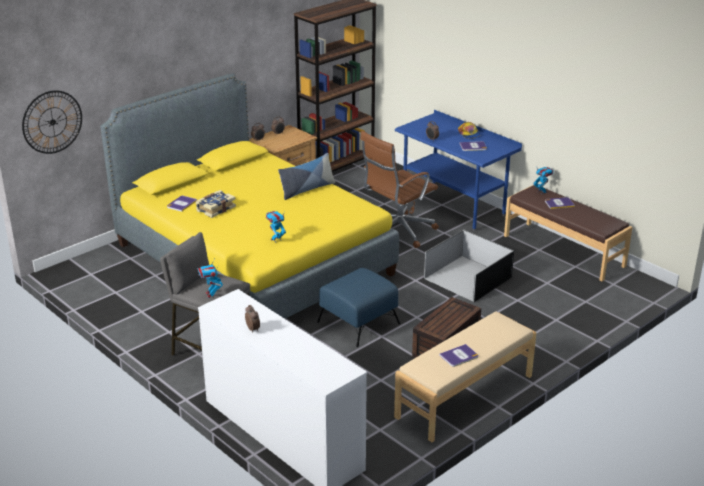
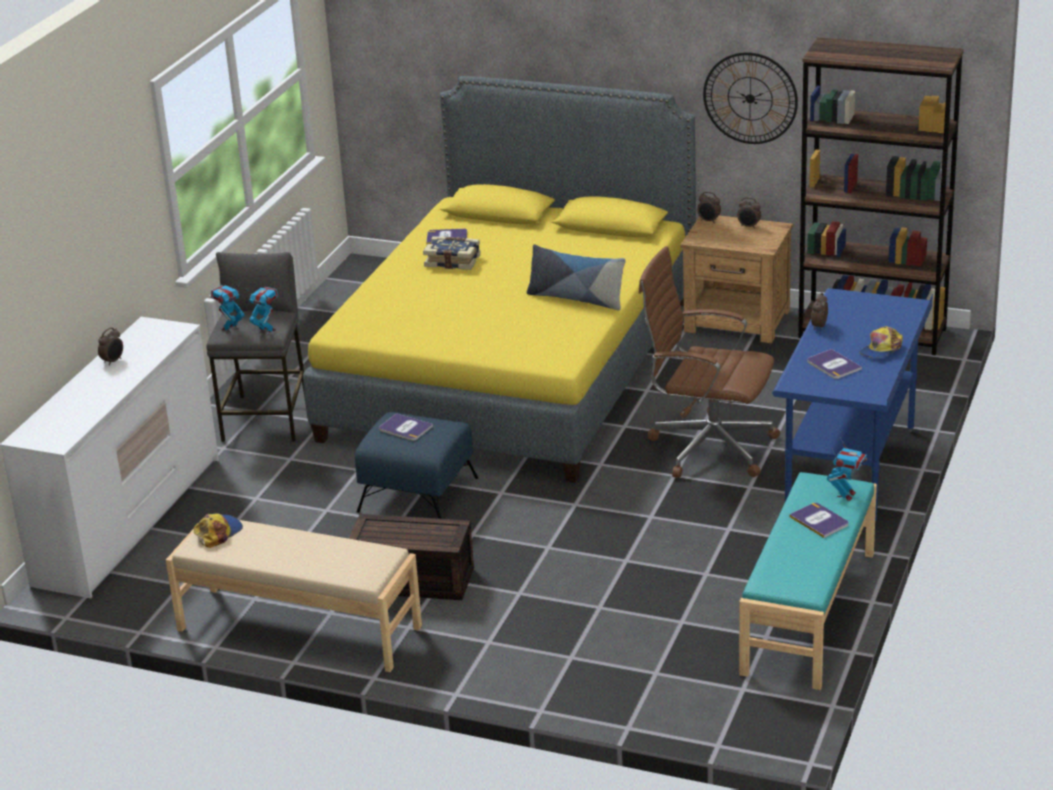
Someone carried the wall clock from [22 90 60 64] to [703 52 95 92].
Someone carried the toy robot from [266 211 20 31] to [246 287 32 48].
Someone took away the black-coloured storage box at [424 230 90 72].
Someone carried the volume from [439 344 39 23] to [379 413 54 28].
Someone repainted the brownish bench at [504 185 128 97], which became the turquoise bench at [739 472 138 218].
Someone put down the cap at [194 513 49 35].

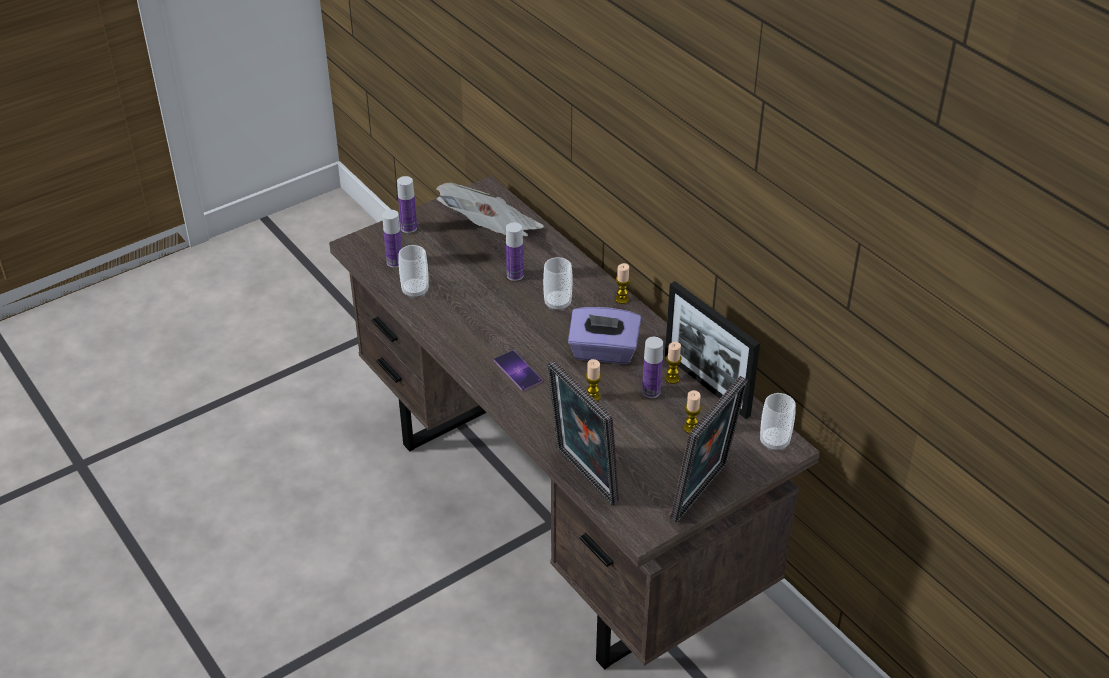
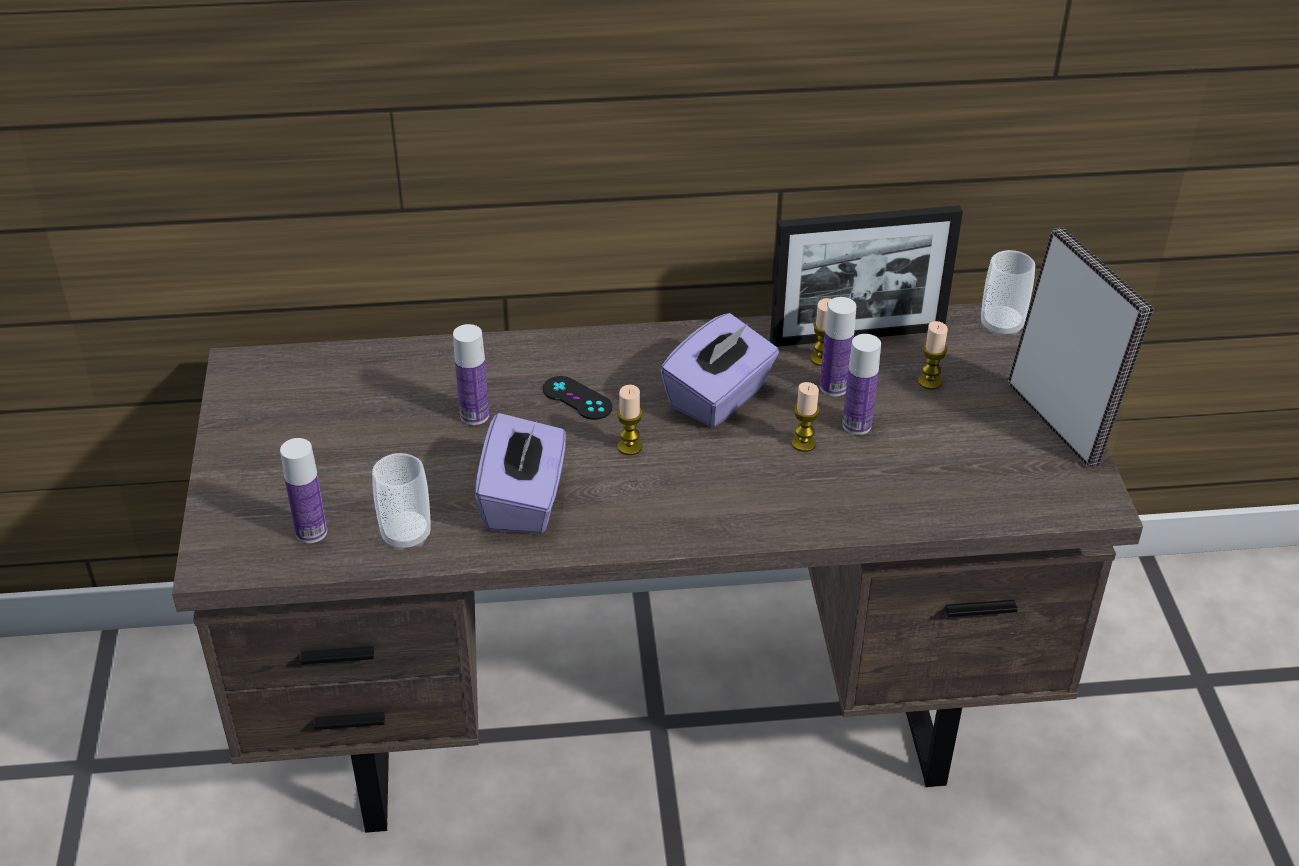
Someone carried the drink bottle from [397 176 20 57] to [842 334 39 101].
Someone took away the daily paper at [436 183 108 53].
Someone took away the handset at [494 350 49 41].
Someone swapped the drinking cup at [543 257 30 54] for the black-coloured game controller at [543 376 70 44].
Someone took away the photo frame at [547 361 72 144].
Someone carried the wax candle from [615 263 15 41] to [617 385 25 70].
Someone put down the purple-coloured tissue holder at [475 413 91 121].

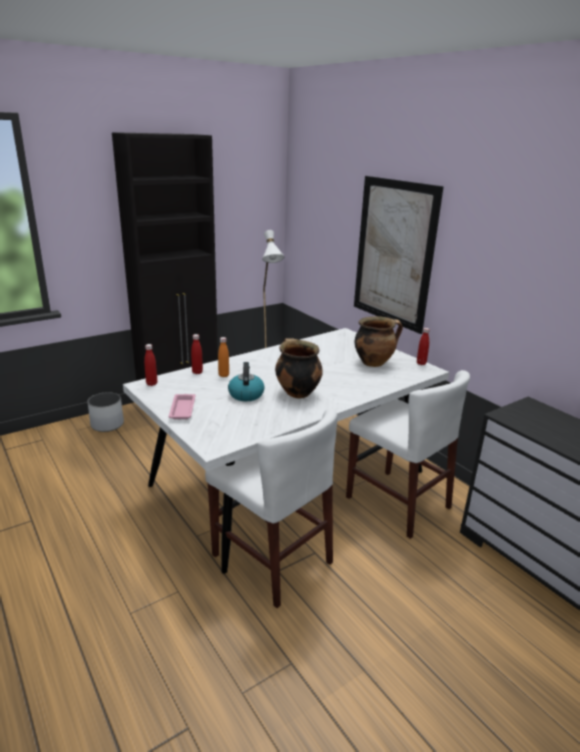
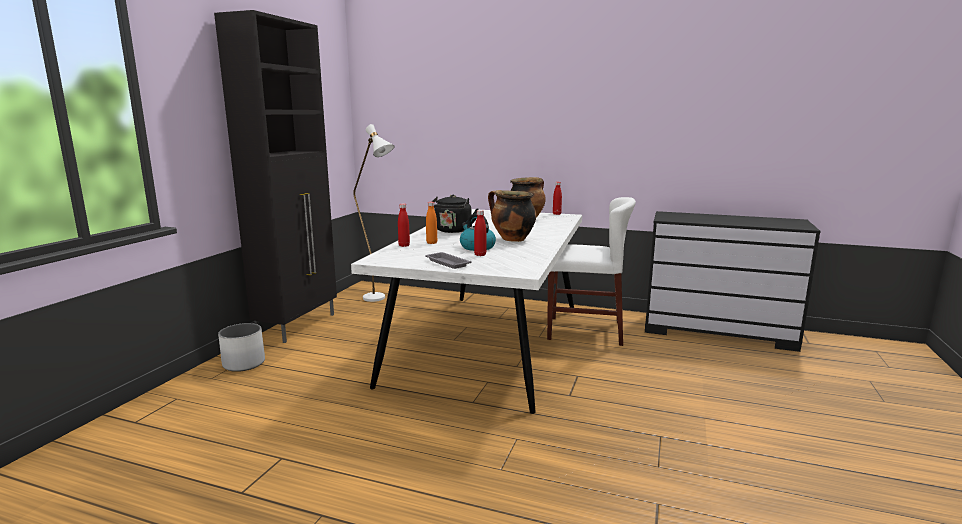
Someone carried the red-coloured drink bottle from [144 344 13 42] to [474 210 12 46].
Someone repainted the pink tray at [169 394 27 25], which became the greyish tray at [425 252 47 17].
Someone took away the white plain chair at [205 408 133 200].
Someone took away the wall picture at [354 176 90 158].
Someone put down the black-coloured water kettle at [432 195 47 38].

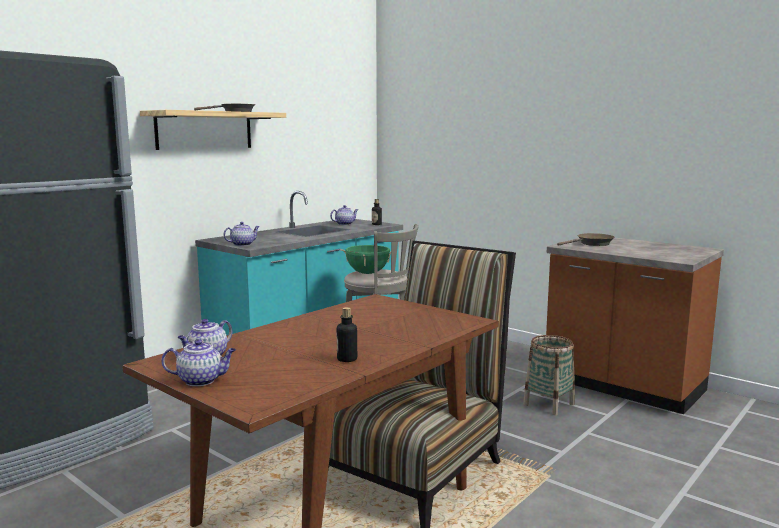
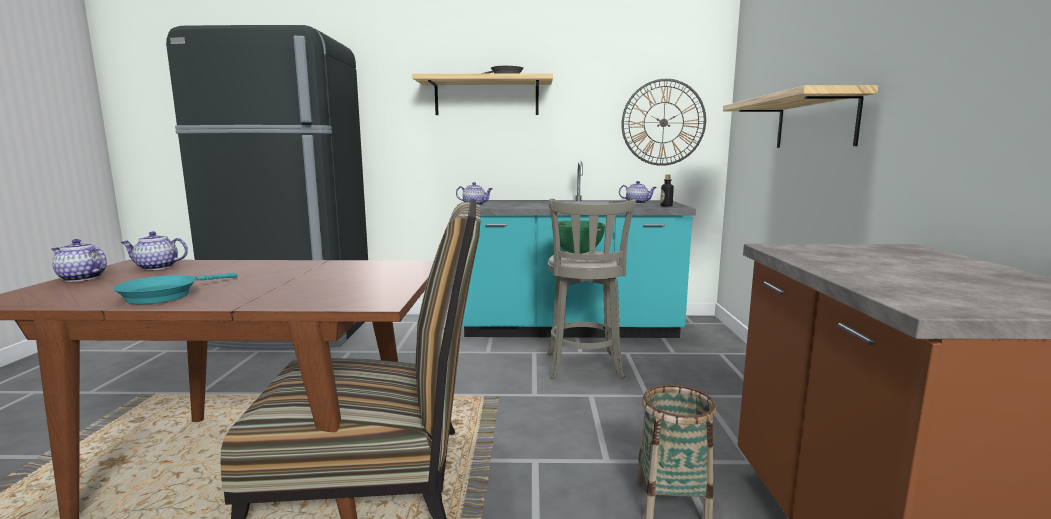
Someone rotated the teapot at [161 339 75 47] by 150 degrees clockwise.
Someone swapped the drink bottle at [337 307 20 55] for the turquoise skillet at [112 273 125 31].
Someone took away the brownish skillet at [557 233 58 13].
Someone put up the wall clock at [621 79 85 87].
Someone put up the bracket shelf at [723 85 155 63].

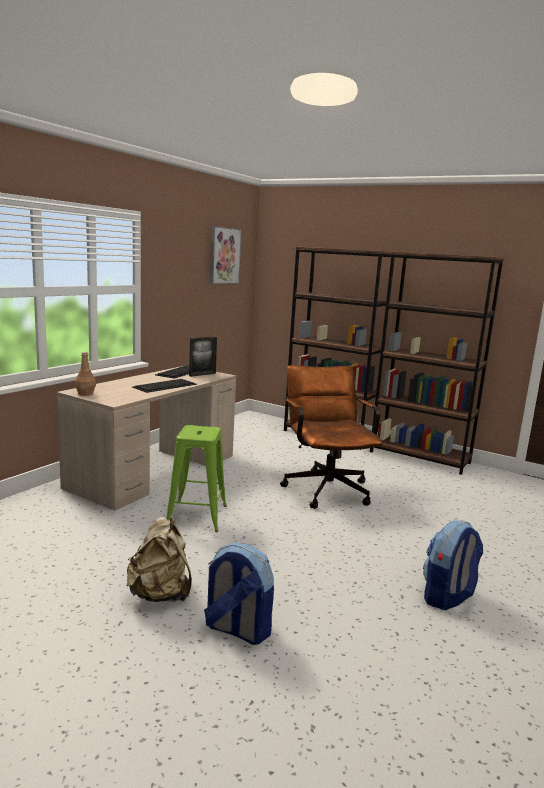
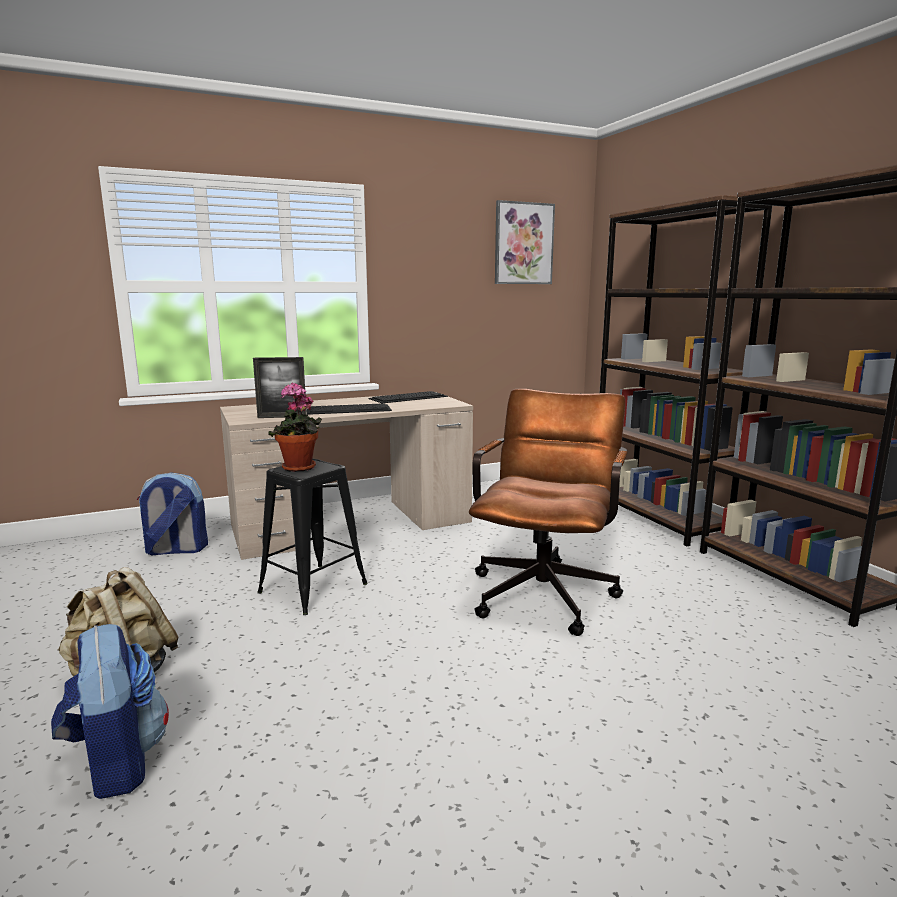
Someone took away the brownish drink bottle at [75 352 21 44].
Someone repainted the greenish sitting stool at [166 425 61 107], which became the black-coloured sitting stool at [257 459 111 156].
Someone carried the photo frame from [189 337 28 40] to [253 357 54 61].
Someone carried the rucksack from [423 520 60 90] to [137 472 71 83].
Someone put down the houseplant at [268 382 54 90].

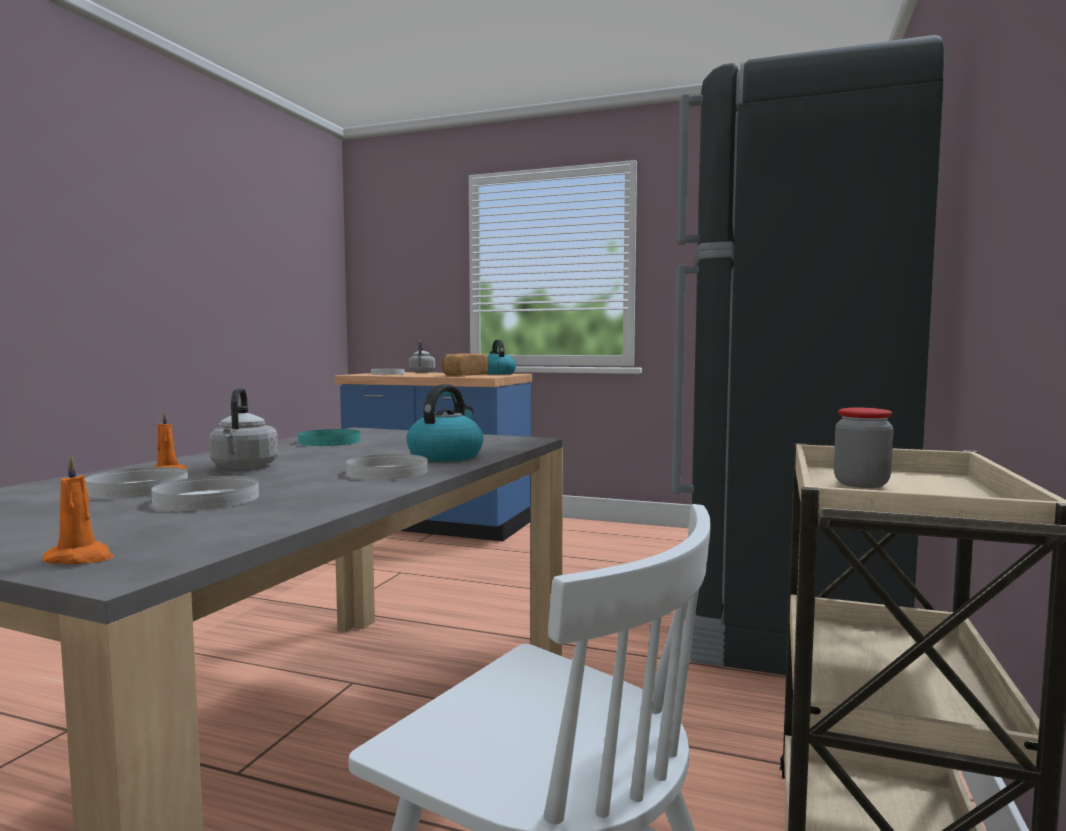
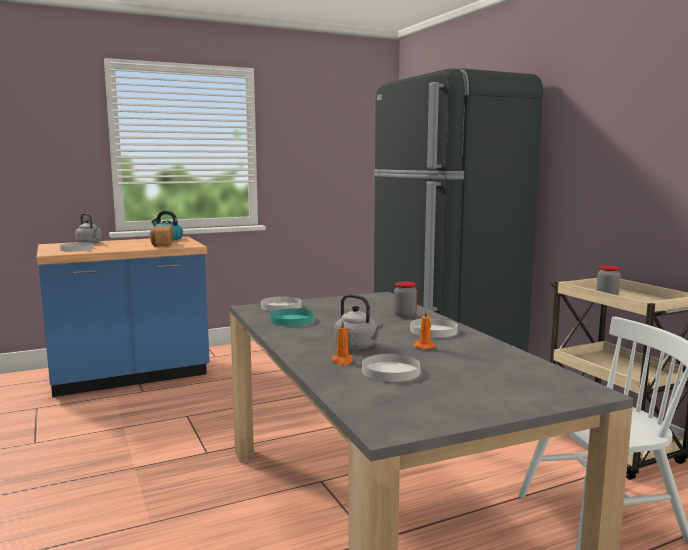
Someone carried the orange-coloured wax candle from [42 455 72 109] to [414 309 22 41].
Someone carried the white plate from [151 476 108 35] to [261 296 40 16].
Someone swapped the water kettle at [407 384 76 78] for the preserve jar at [394 282 23 36].

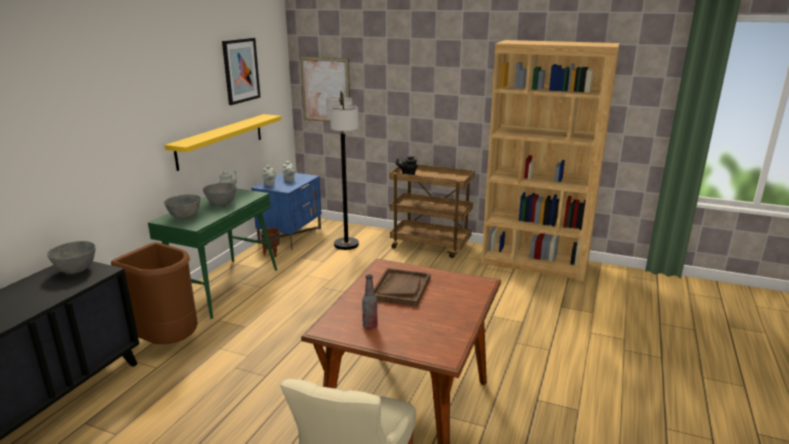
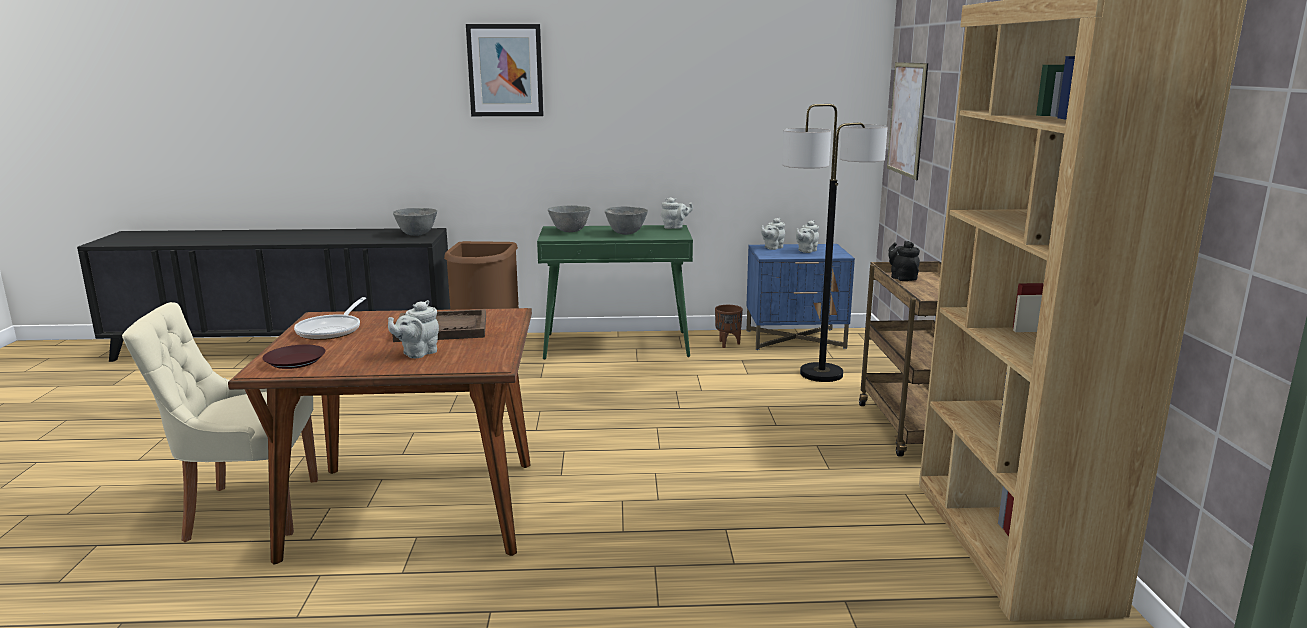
Someone took away the yellow bracket shelf at [165 114 117 57].
Someone carried the wall picture from [222 38 38 67] to [466 24 78 92].
Someone swapped the drink bottle at [362 274 16 55] for the skillet at [294 297 72 43].
Someone put down the brownish plate at [262 345 64 24].
Someone put down the greyish teapot at [388 300 51 58].

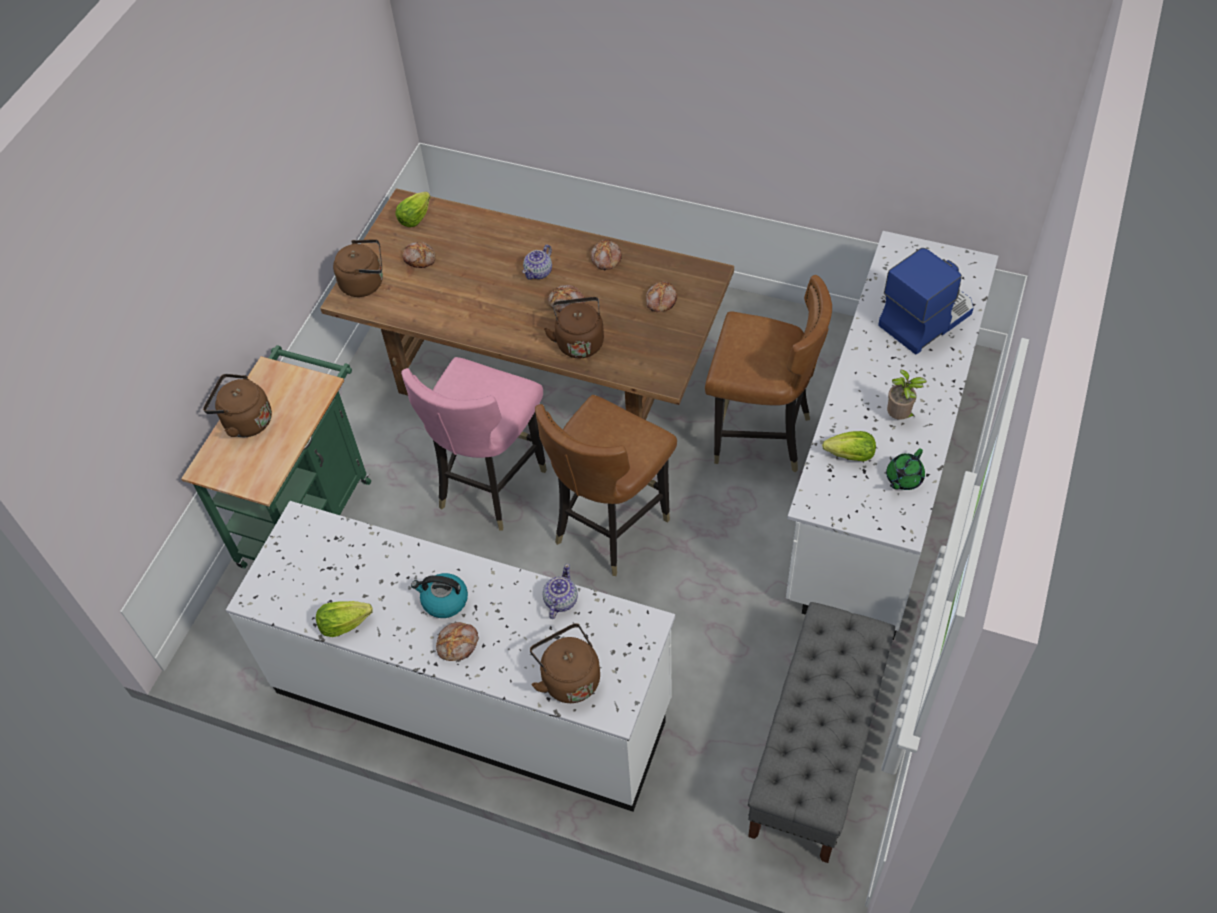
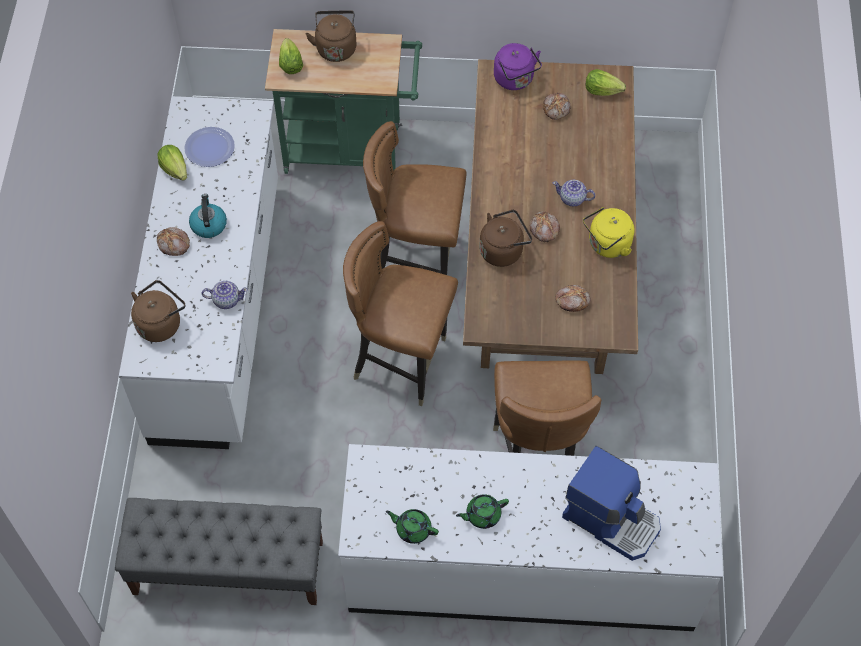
Someone repainted the brownish water kettle at [333 239 50 58], which became the purple-coloured water kettle at [494 43 48 47].
Someone repainted the pink plain chair at [401 357 146 174], which became the brownish plain chair at [363 121 103 154].
Someone swapped the bread at [591 239 31 32] for the yellow water kettle at [583 207 52 51].
Someone carried the head of lettuce from [822 431 54 30] to [279 38 24 36].
Someone swapped the houseplant at [887 369 40 51] for the greenish teapot at [456 494 53 35].
Someone put down the plate at [184 127 51 40].

